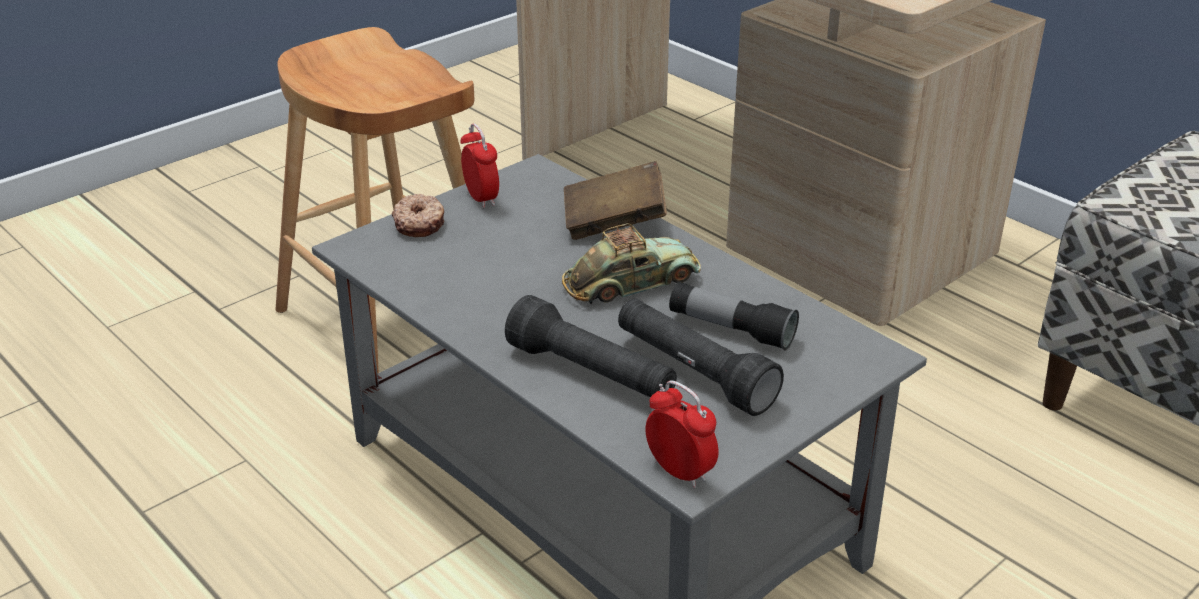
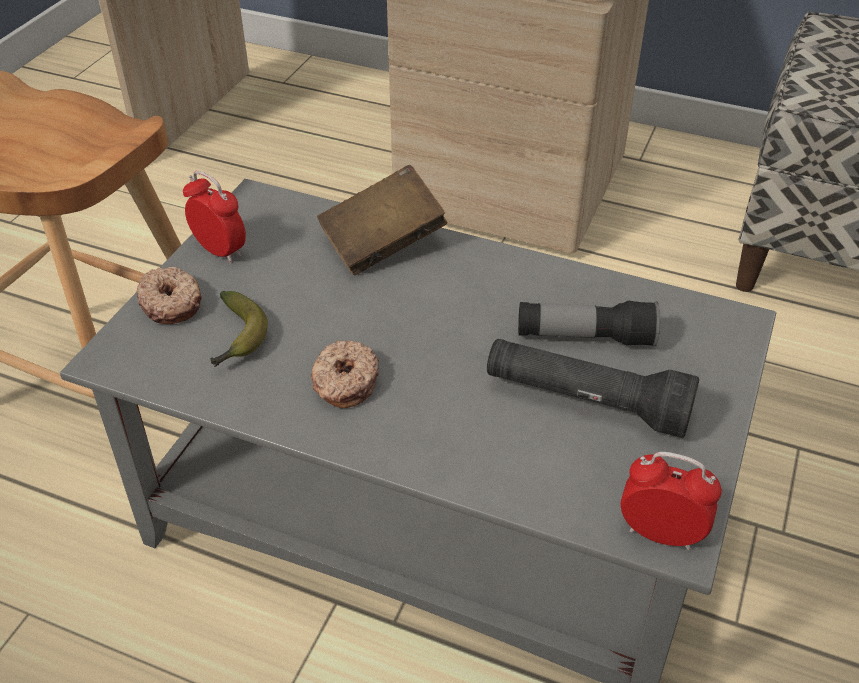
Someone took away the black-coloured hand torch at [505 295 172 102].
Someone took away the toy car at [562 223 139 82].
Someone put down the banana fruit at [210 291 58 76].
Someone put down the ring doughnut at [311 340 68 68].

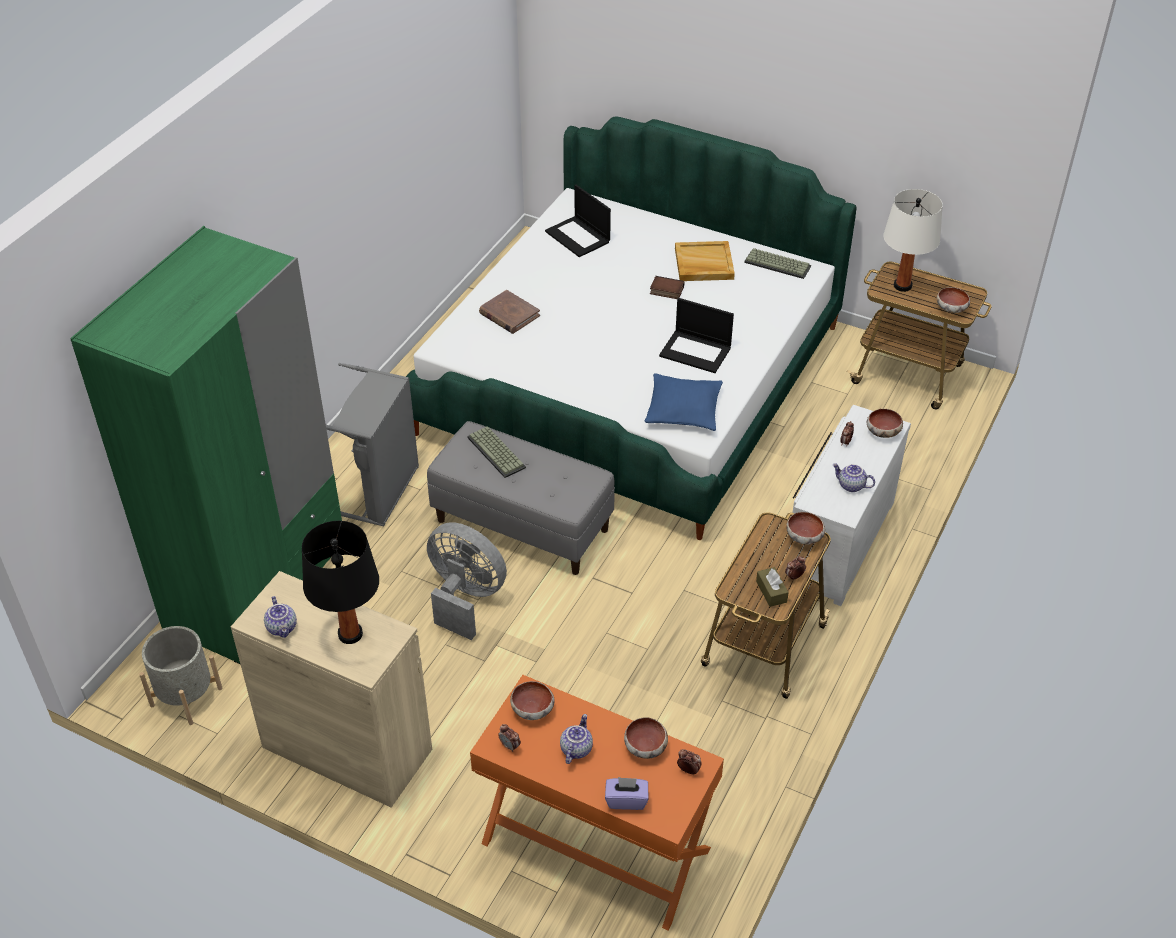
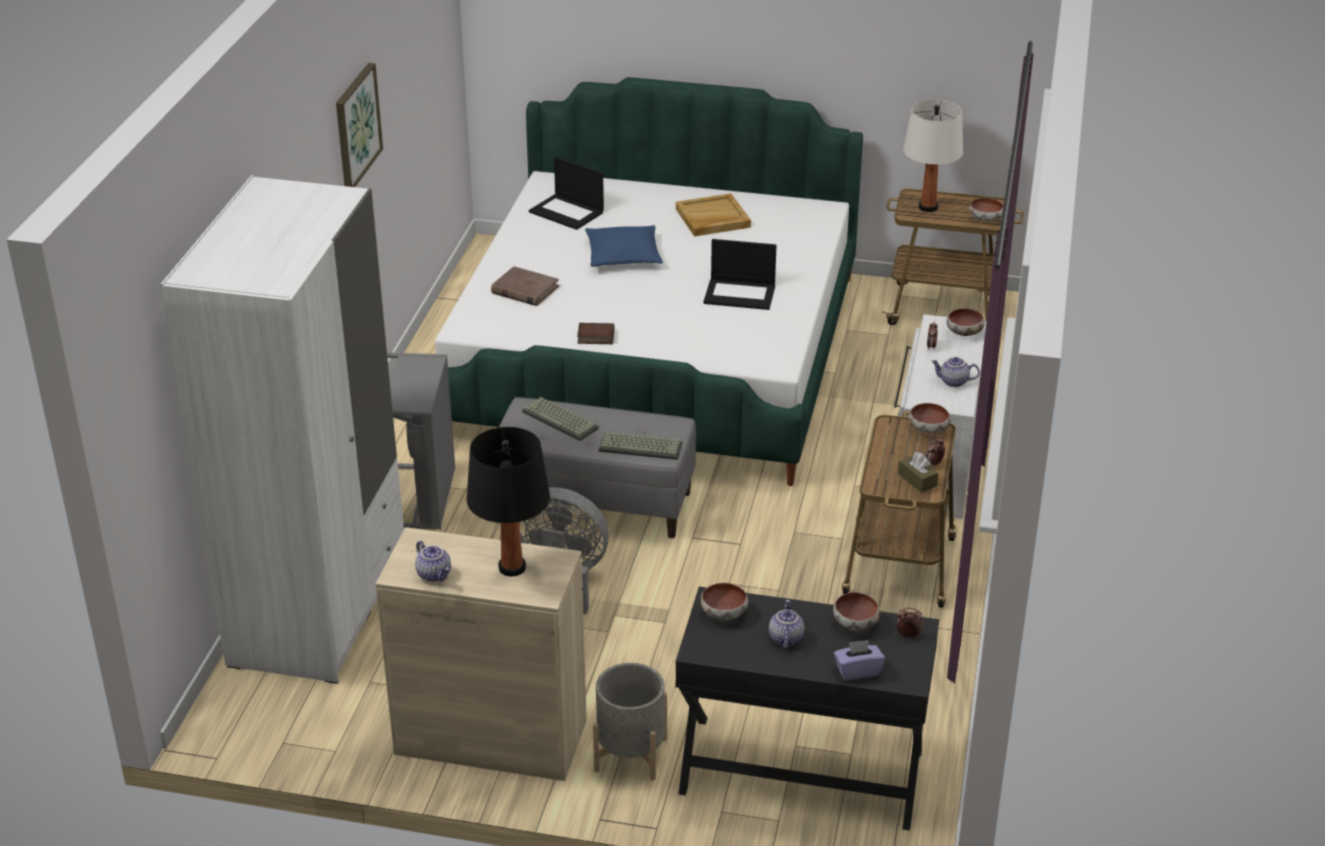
Someone repainted the greenish clothes cupboard at [70 226 272 439], which became the white clothes cupboard at [161 175 243 509].
Someone carried the greyish plant pot from [139 626 83 99] to [593 663 74 118].
Someone repainted the orange-coloured desk unit at [470 675 254 255], which became the black-coloured desk unit at [675 586 264 245].
Someone took away the bedside clock at [498 724 23 28].
Someone carried the bluish cushion from [645 373 78 58] to [585 225 78 42].
Someone carried the volume from [650 276 34 23] to [577 323 38 21].
Someone carried the PC keyboard from [744 248 67 31] to [599 432 84 28].
Someone put up the wall picture at [336 63 47 124].

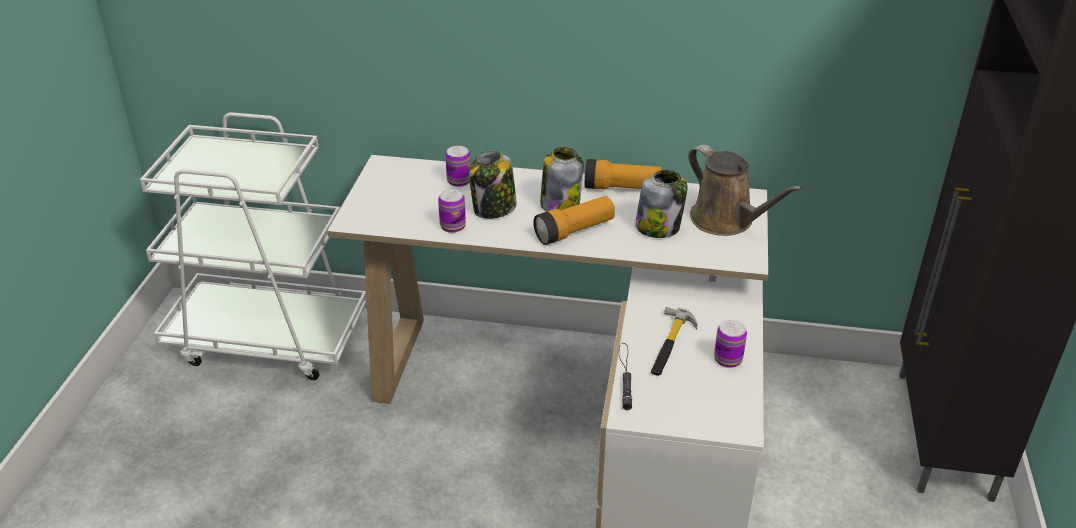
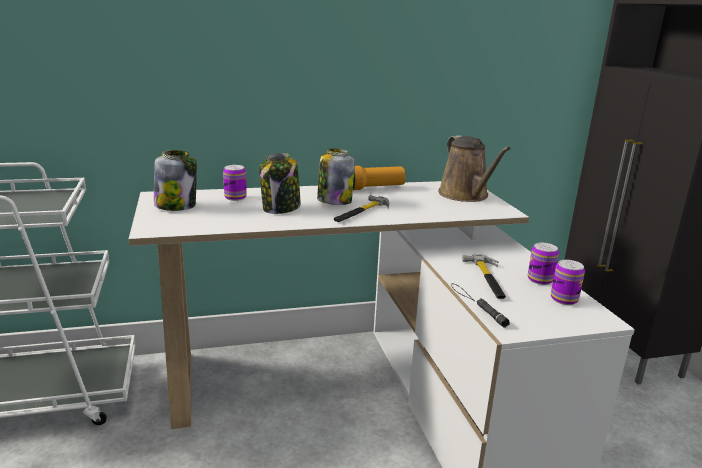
Someone carried the metal can from [438 189 28 44] to [551 260 34 45].
Someone swapped the hand torch at [533 196 82 49] for the hammer at [334 195 55 27].
Someone carried the preserve jar from [635 170 53 68] to [154 150 43 61].
Someone rotated the brownish watering pot at [688 145 114 91] by 45 degrees clockwise.

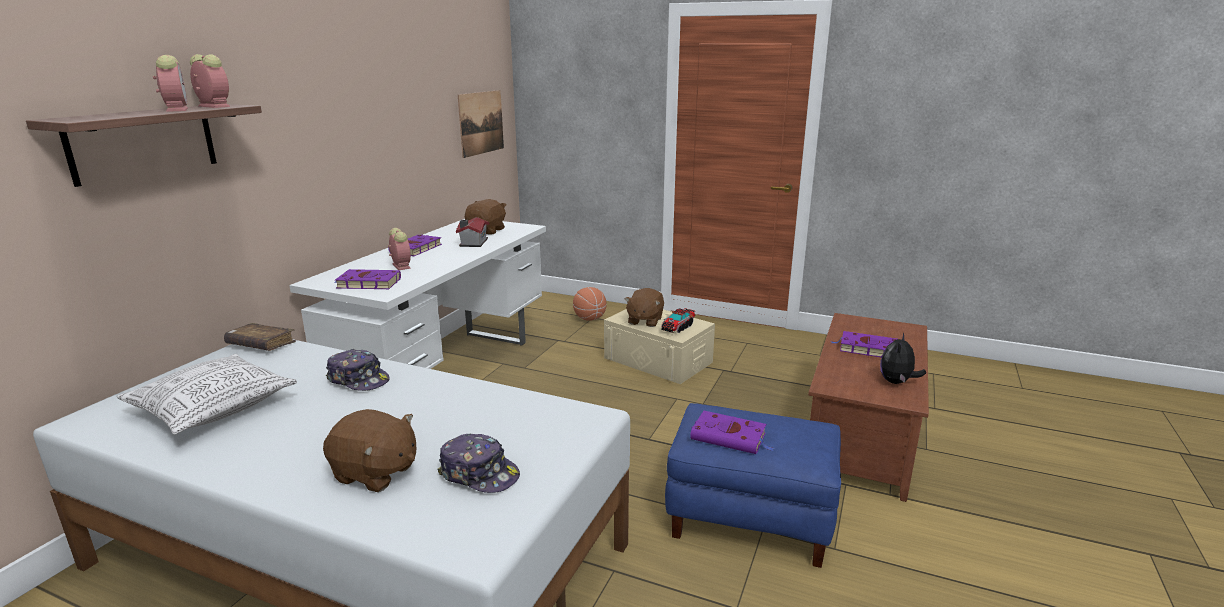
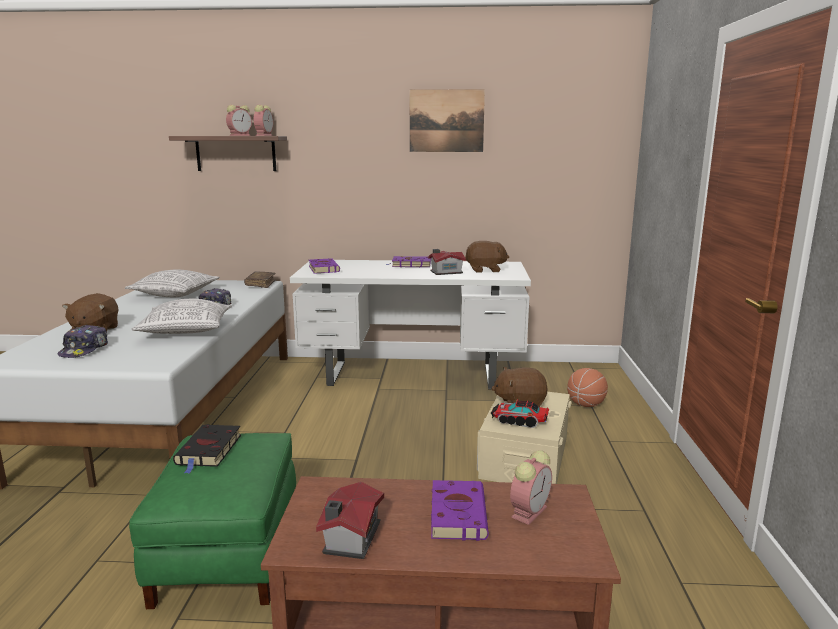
Someone carried the bedside clock from [388 228 23 42] to [510 450 42 75].
Someone carried the wall picture from [458 90 46 68] to [410 89 75 63].
Someone repainted the bluish pouffe at [665 403 176 165], which became the greenish pouffe at [129 433 167 176].
Someone repainted the purple-coloured volume at [690 411 84 43], which became the black-coloured volume at [173 424 68 50].
Someone swapped the soft toy at [880 333 46 51] for the toy house at [316 482 68 77].
Someone put down the cushion at [132 299 100 35].

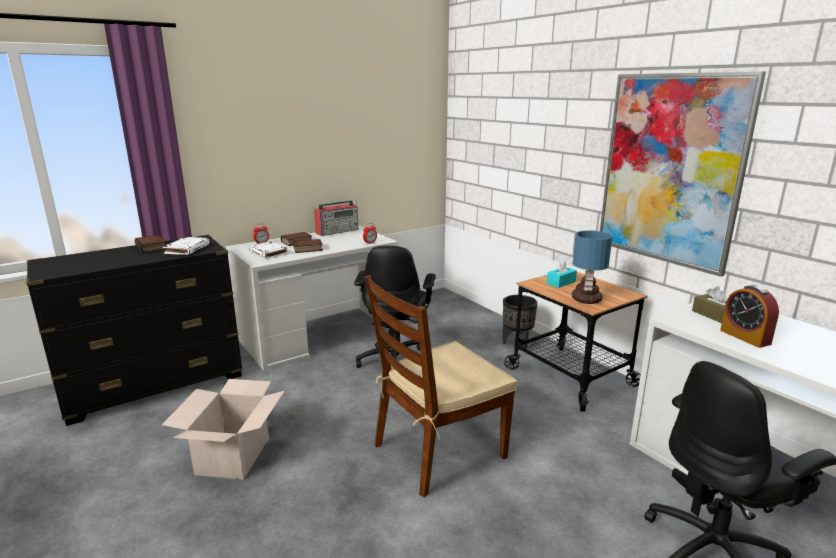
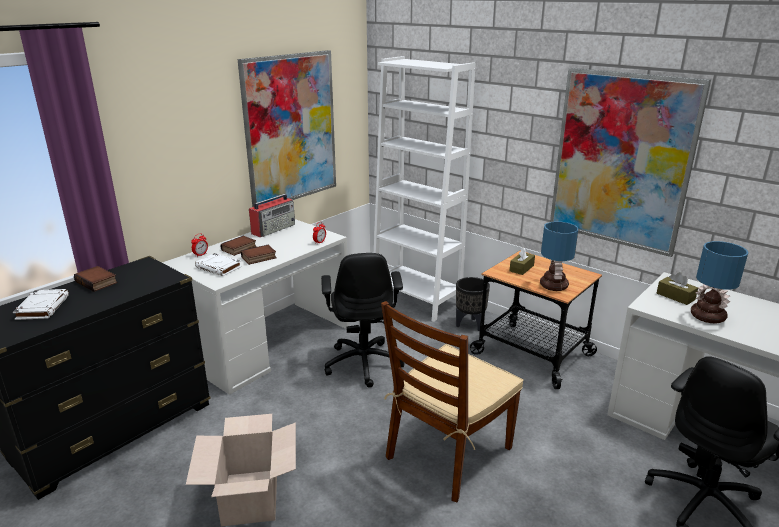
Someone carried the white volume from [163 237 47 18] to [13 289 56 31].
Someone repainted the turquoise tissue holder at [547 260 30 28], which became the brownish tissue holder at [510 247 25 28].
Someone swapped the bedside clock at [720 285 59 63] for the tabletop lamp at [691 241 58 83].
Someone put up the wall picture at [237 50 99 157].
Someone put down the white shelving unit at [374 56 102 266].

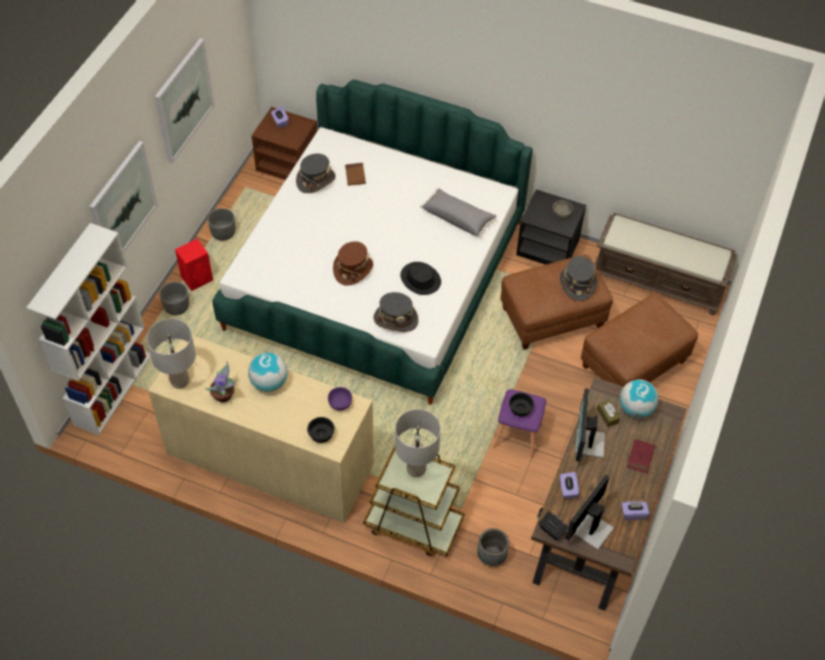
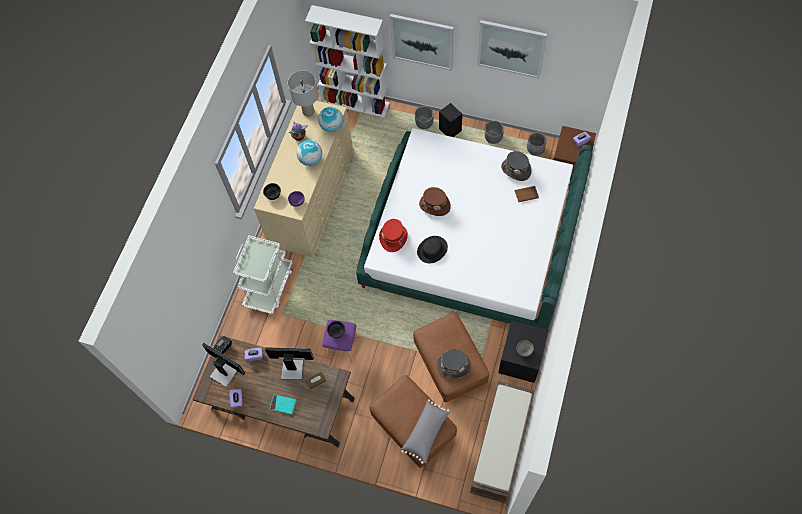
Someone repainted the red-coloured speaker at [175 239 38 52], which became the black-coloured speaker at [439 103 23 34].
Someone repainted the brownish trolley at [363 446 102 110], which became the white trolley at [233 236 60 78].
Someone repainted the greyish wearable hat at [374 292 44 40], which became the red-coloured wearable hat at [379 219 29 33].
Someone took away the greyish tabletop lamp at [395 409 46 68].
Someone carried the greyish cushion from [420 188 77 50] to [401 399 49 65].
Someone carried the greyish plant pot from [477 528 32 38] to [527 132 20 24].
Someone carried the globe from [620 379 39 39] to [318 107 25 25].
Someone repainted the red-coloured volume at [627 439 28 35], which became the turquoise volume at [269 394 27 21].

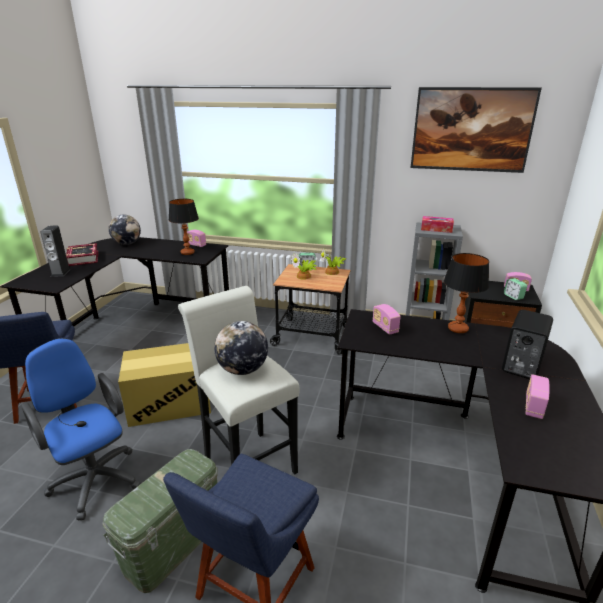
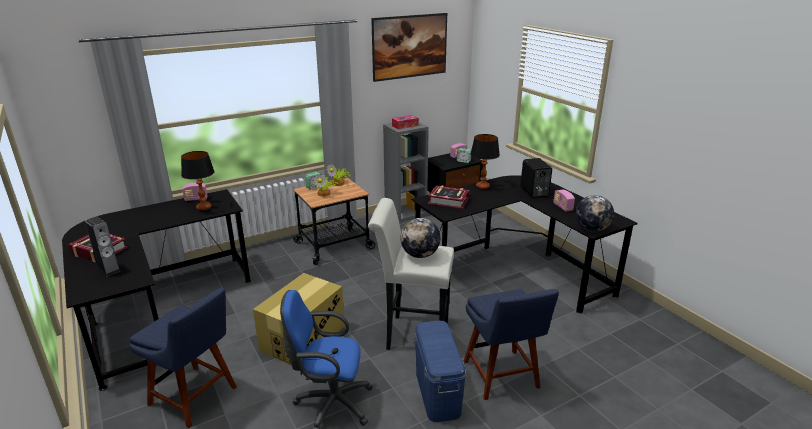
Someone repainted the greenish storage box at [102 449 116 144], which became the bluish storage box at [414 321 52 101].
Someone carried the globe from [109 215 32 30] to [576 195 38 37].
Someone swapped the radio at [373 304 28 31] for the volume at [428 185 41 24].

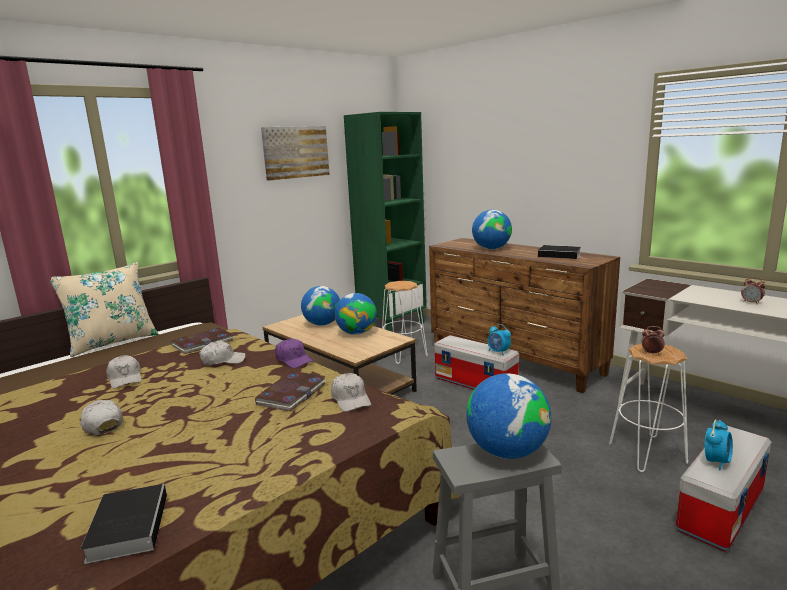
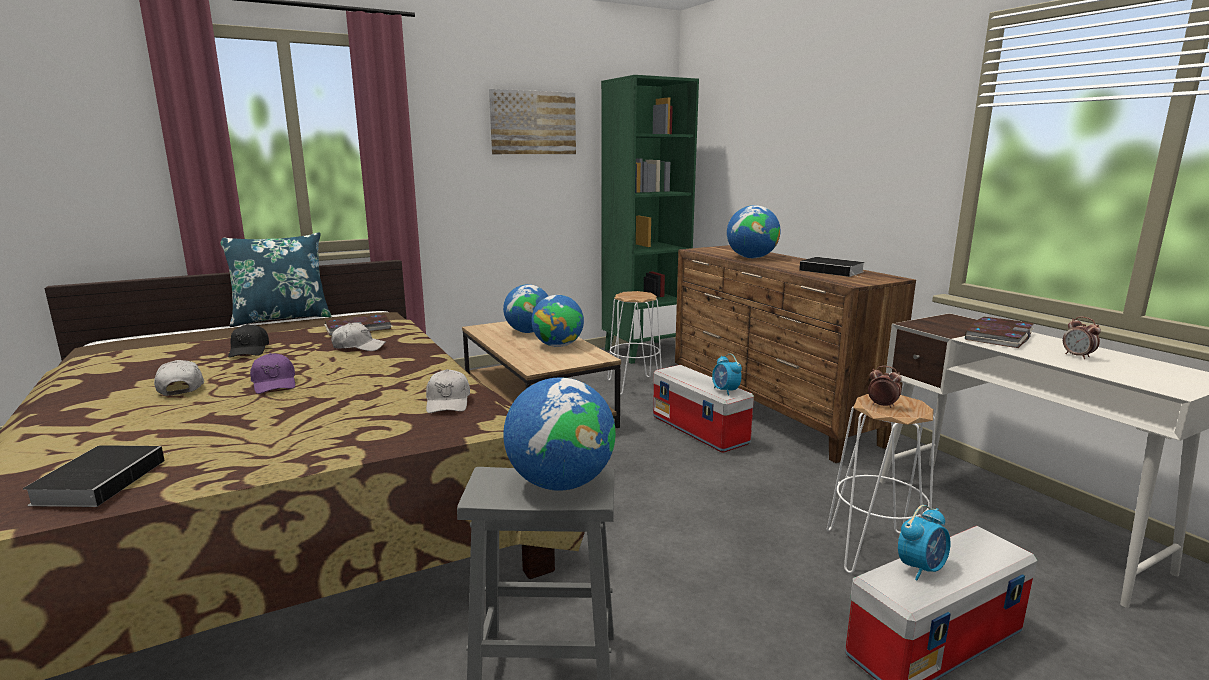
Someone repainted the beige cushion at [50 262 108 95], which became the bluish cushion at [221 232 110 95].
Someone repainted the white cap at [106 355 36 33], which became the black-coloured cap at [228 324 41 34].
Someone carried the volume from [255 371 71 40] to [965 317 69 31].
Someone carried the purple-coloured cap from [275 339 38 29] to [250 353 45 41].

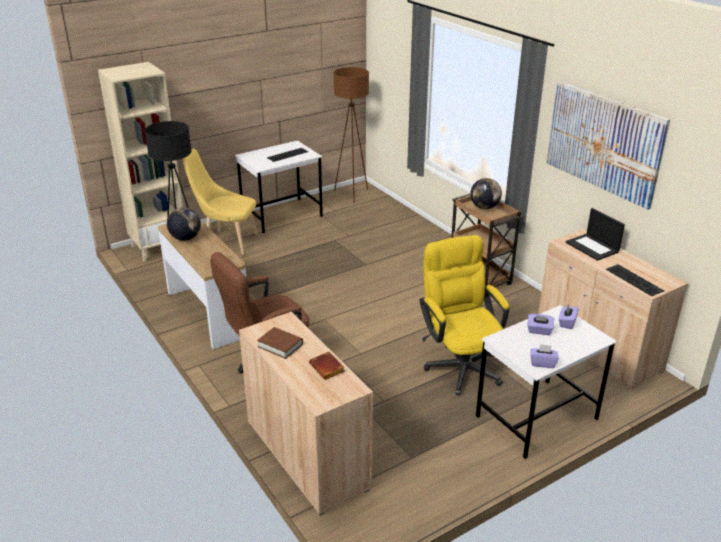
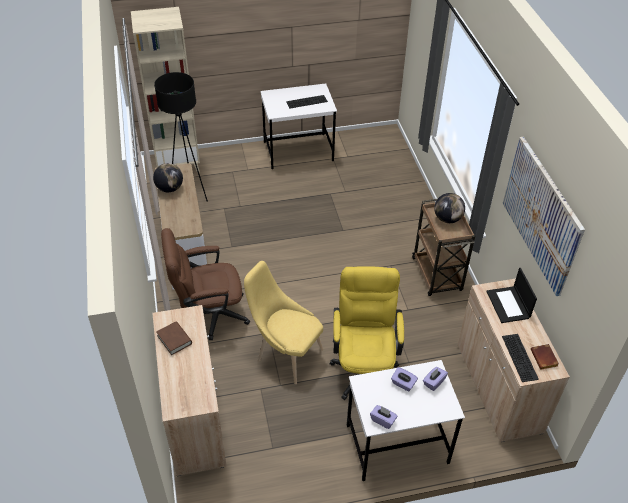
Someone carried the yellow plain chair from [183 149 75 106] to [244 261 79 123].
Someone carried the brownish volume from [309 352 36 28] to [531 344 28 26].
Someone took away the brownish standing lamp at [334 67 35 136].

